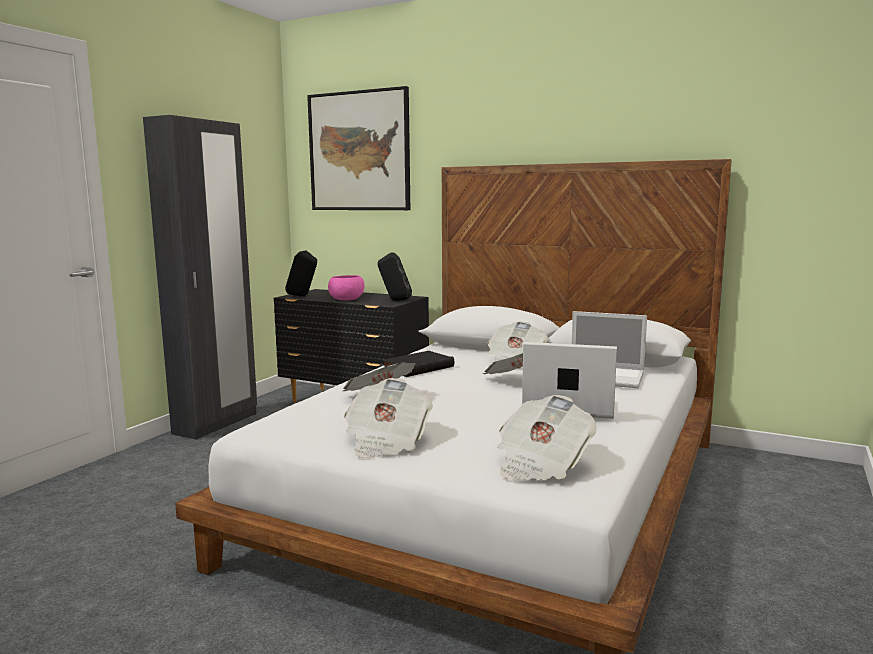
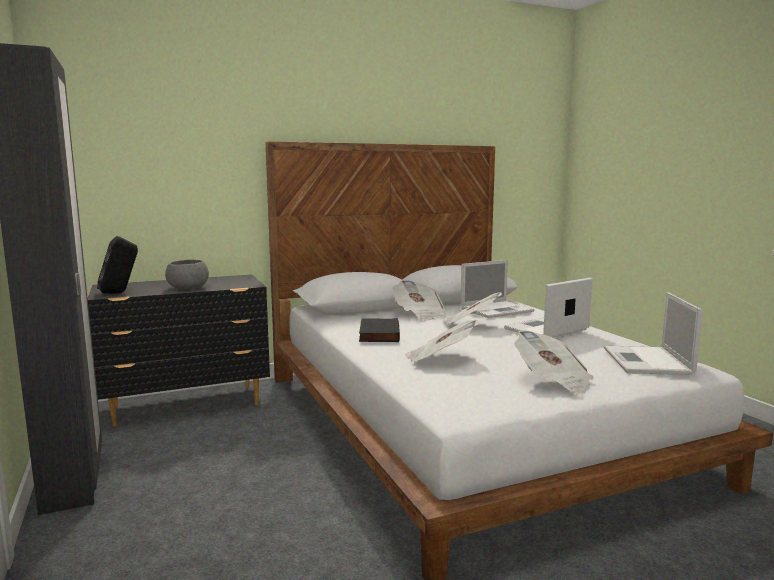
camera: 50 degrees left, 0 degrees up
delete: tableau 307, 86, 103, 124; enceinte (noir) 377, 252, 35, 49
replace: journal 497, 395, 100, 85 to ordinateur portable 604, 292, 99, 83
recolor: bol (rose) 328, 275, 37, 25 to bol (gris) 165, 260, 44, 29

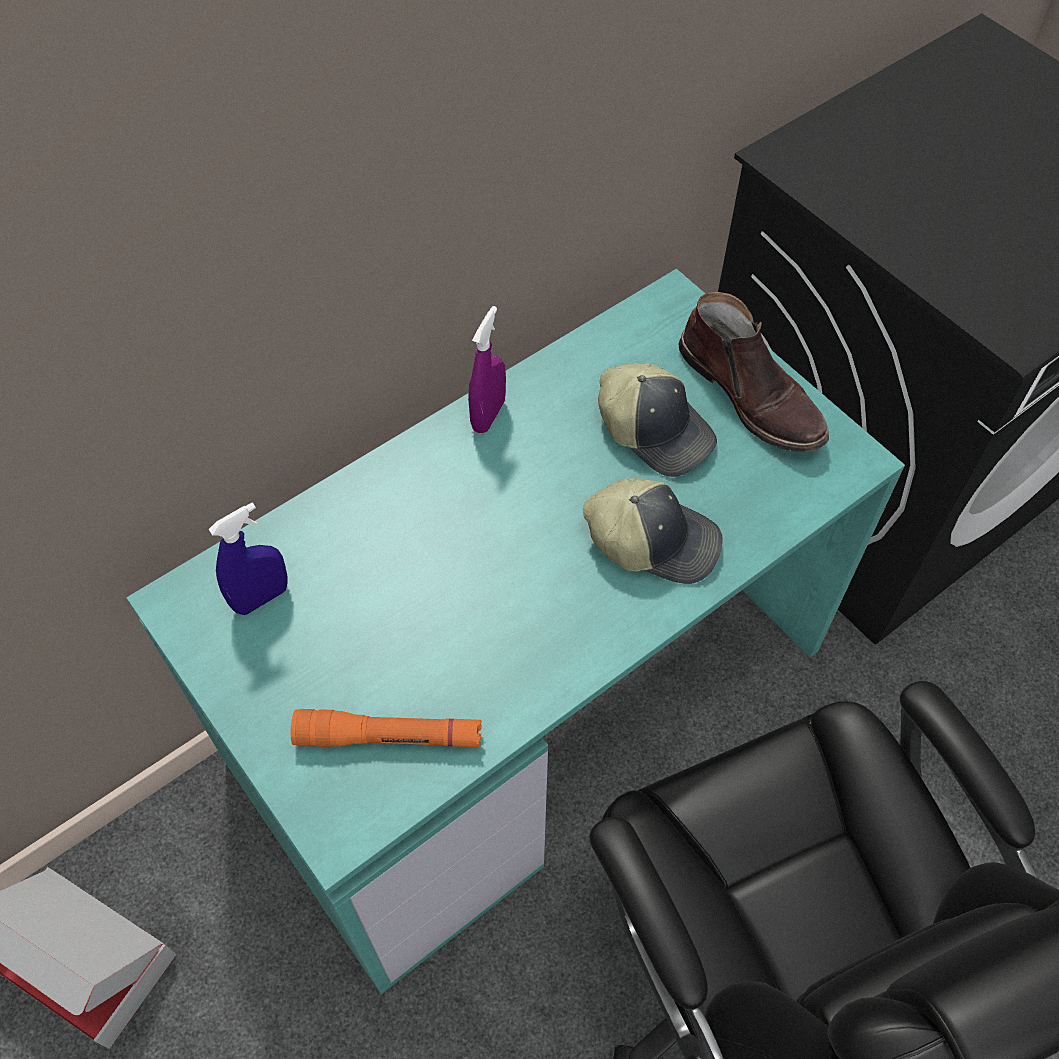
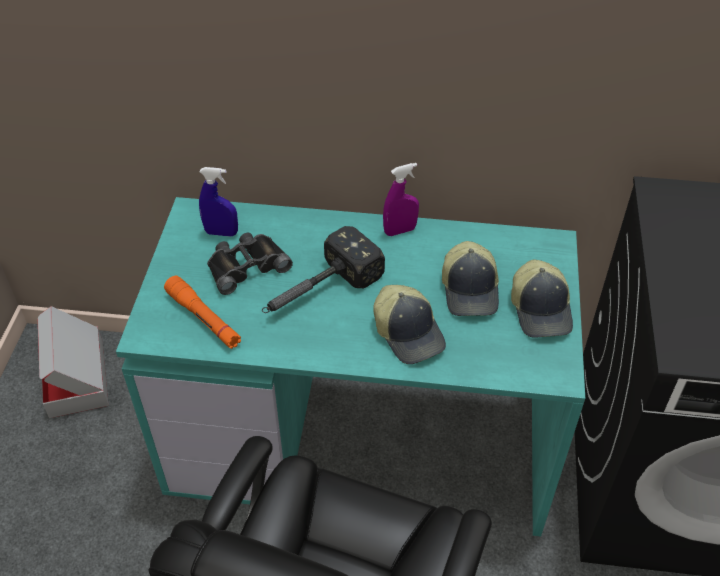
camera: 45 degrees right, 10 degrees down
insert: jumelles (noir) 207, 233, 86, 62; marteau 262, 226, 123, 87
replace: botte (marron) 679, 292, 150, 160 to casquette 511, 260, 62, 78

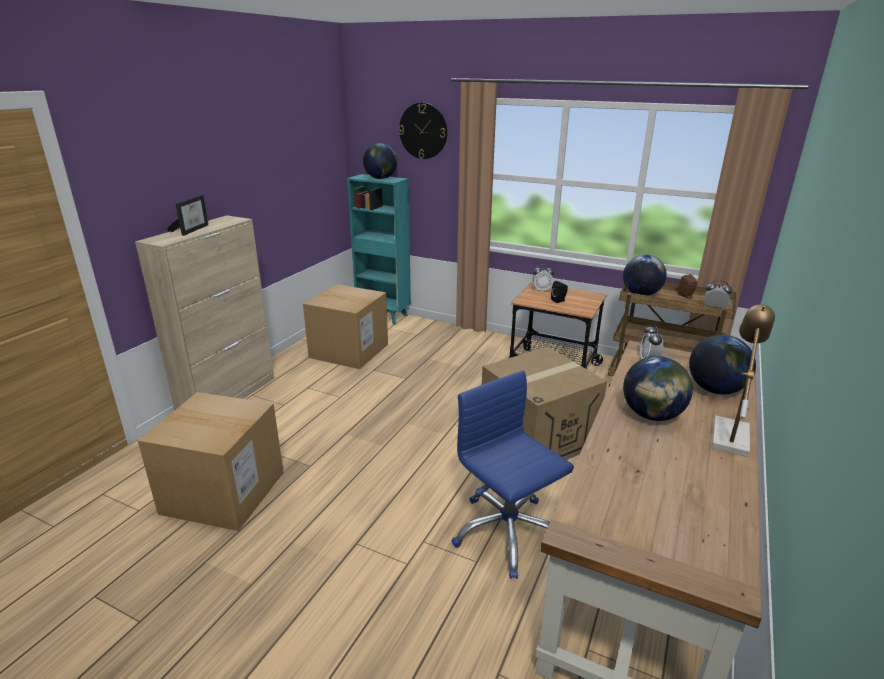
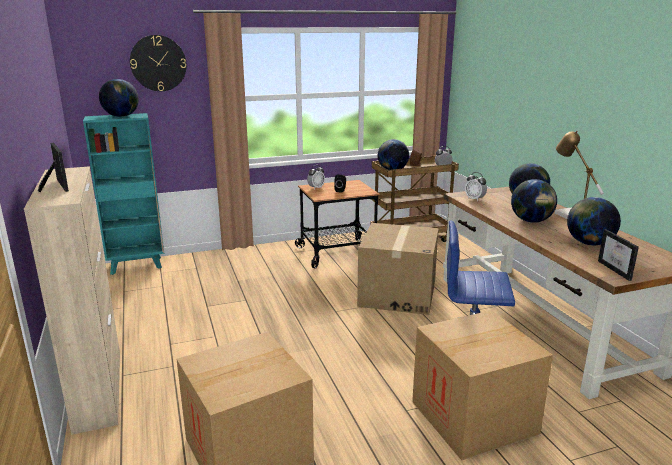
camera: 45 degrees left, 5 degrees down
insert: globe 567, 197, 54, 48; cadre photo 598, 229, 41, 52
move: carton 303, 284, 85, 85 to 412, 310, 141, 150

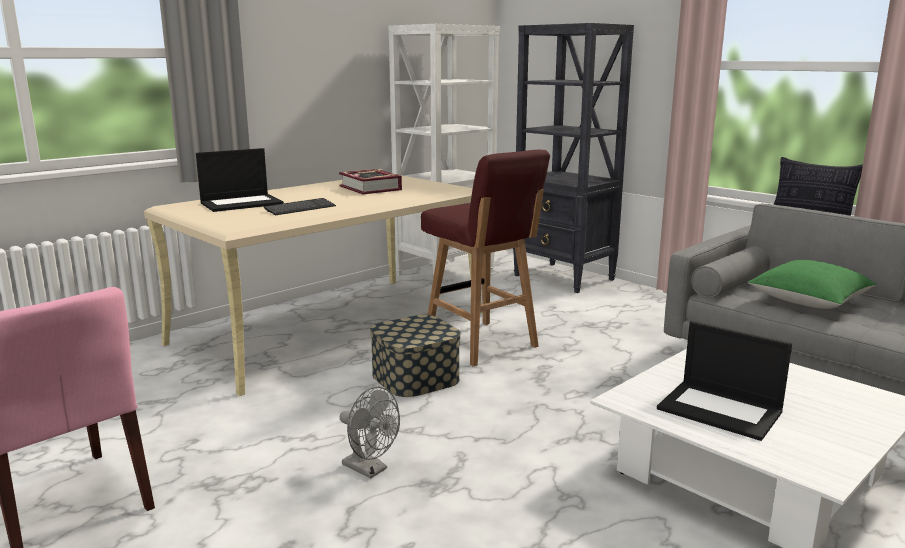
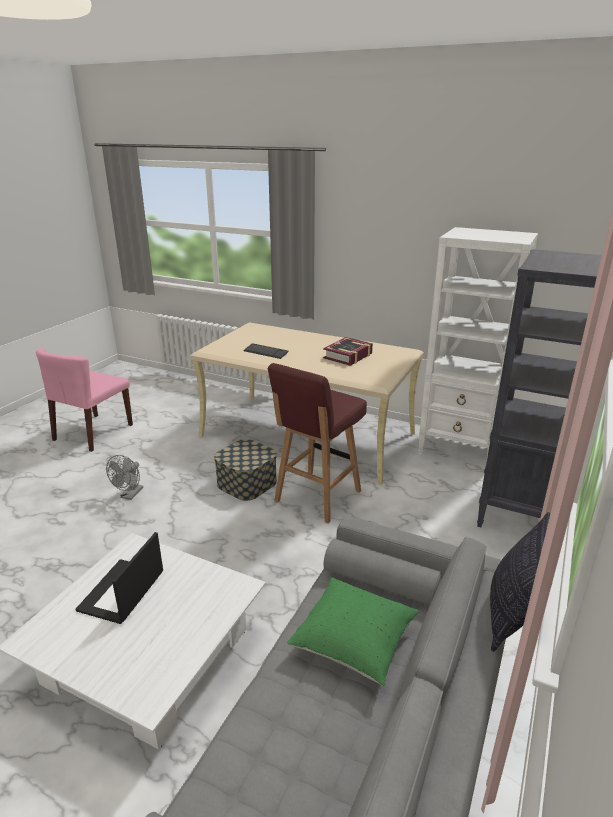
camera: 70 degrees right, 10 degrees up
delete: ordinateur portable 196, 148, 88, 64

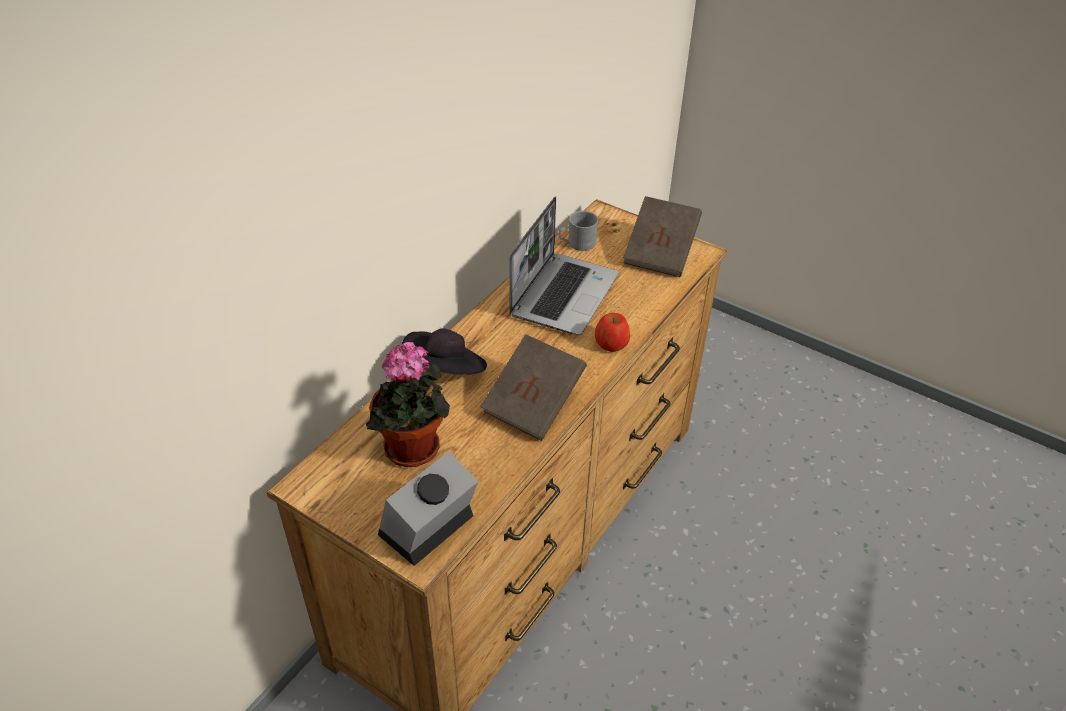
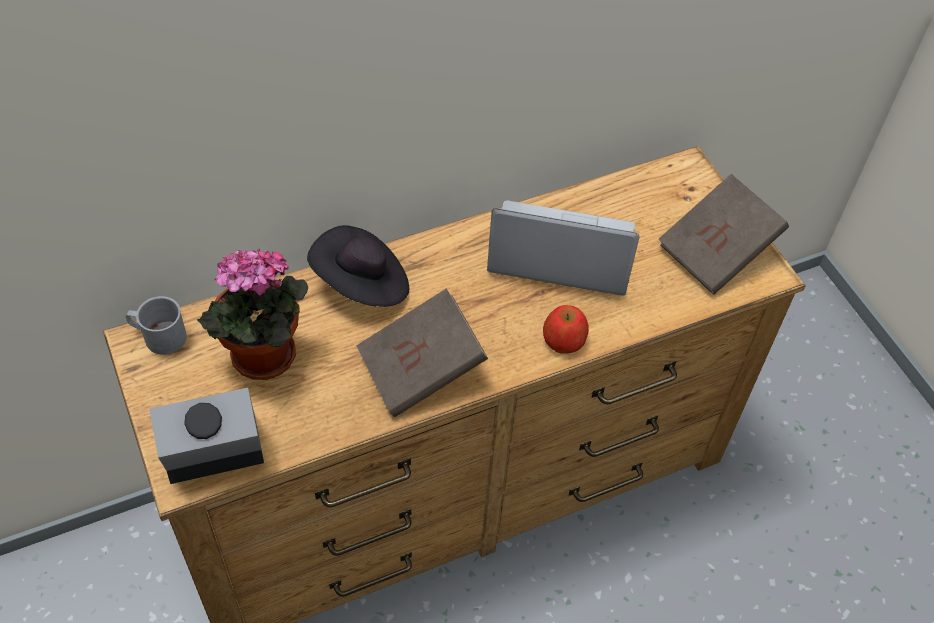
camera: 30 degrees right, 10 degrees up
move: mug (gris) 559, 211, 40, 40 to 126, 296, 61, 59
rotate: ordinateur portable 509, 197, 110, 138 = 487, 201, 152, 95 135 degrees counterclockwise

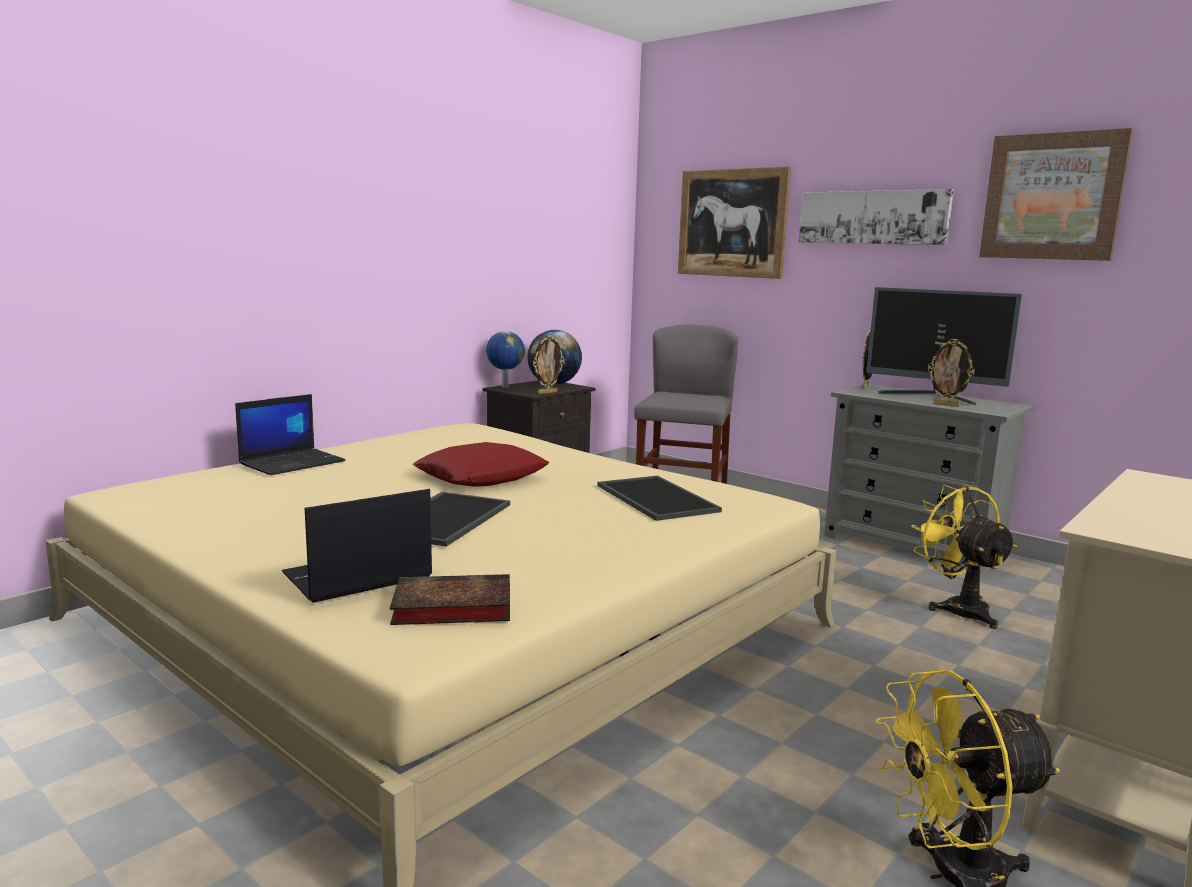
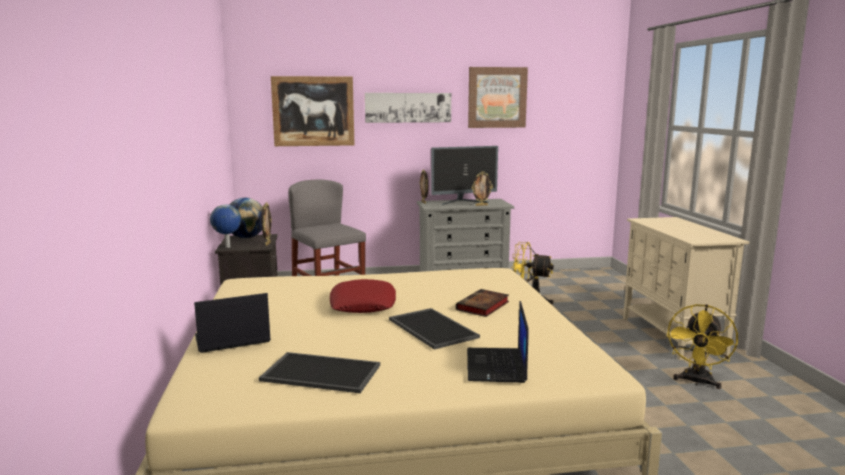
camera: 50 degrees left, 0 degrees up
move: plateau 597, 476, 125, 45 to 259, 352, 121, 41; livre 389, 574, 121, 51 to 456, 289, 53, 28
rotate: ordinateur portable 235, 394, 111, 81 = 194, 293, 77, 60 105 degrees counterclockwise

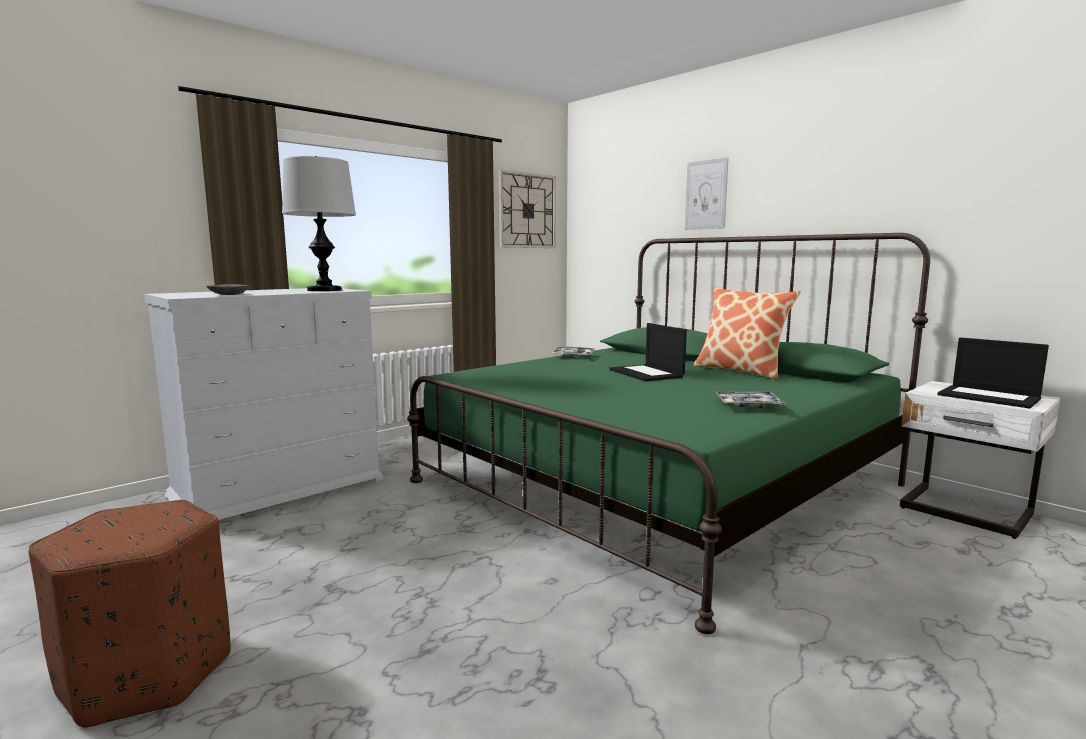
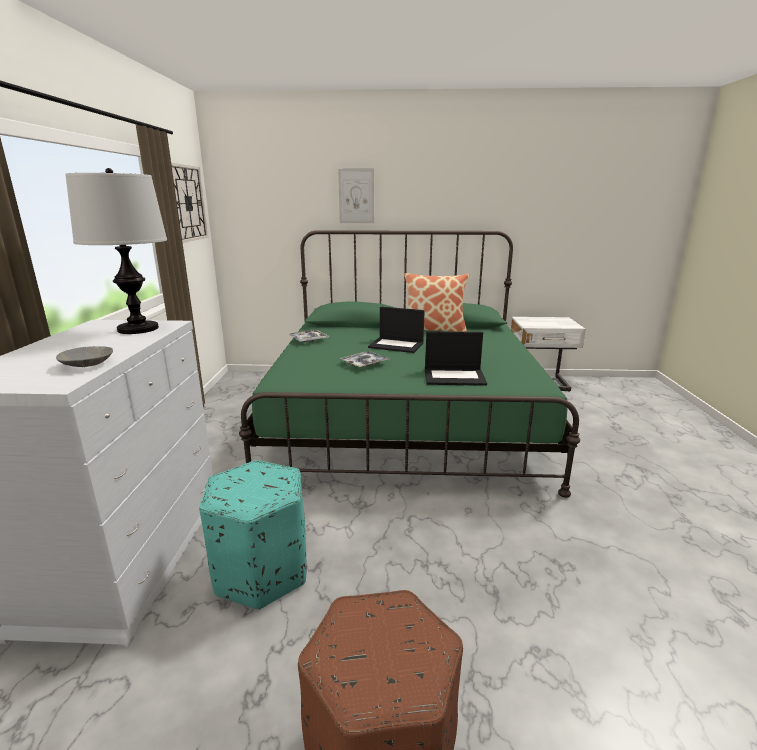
camera: 45 degrees left, 10 degrees up
insert: pouf (turquoise) 199, 460, 108, 150
move: plateau 716, 392, 70, 16 to 340, 351, 50, 17; ordinateur portable 937, 337, 112, 71 to 425, 331, 62, 55

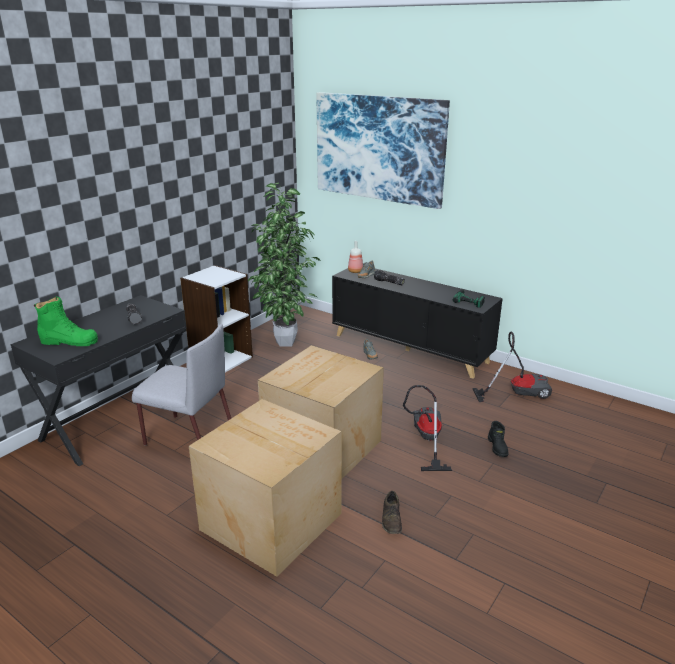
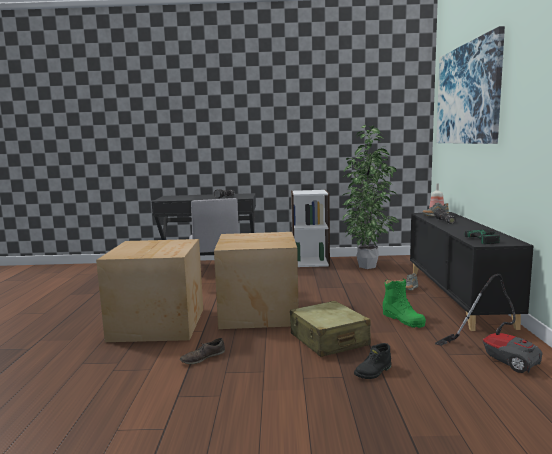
camera: 55 degrees right, 15 degrees down
move: botte (vert) 34, 297, 64, 49 to 383, 278, 43, 50
replace: aspirateur 403, 385, 49, 86 to valise (beige) 290, 301, 81, 56

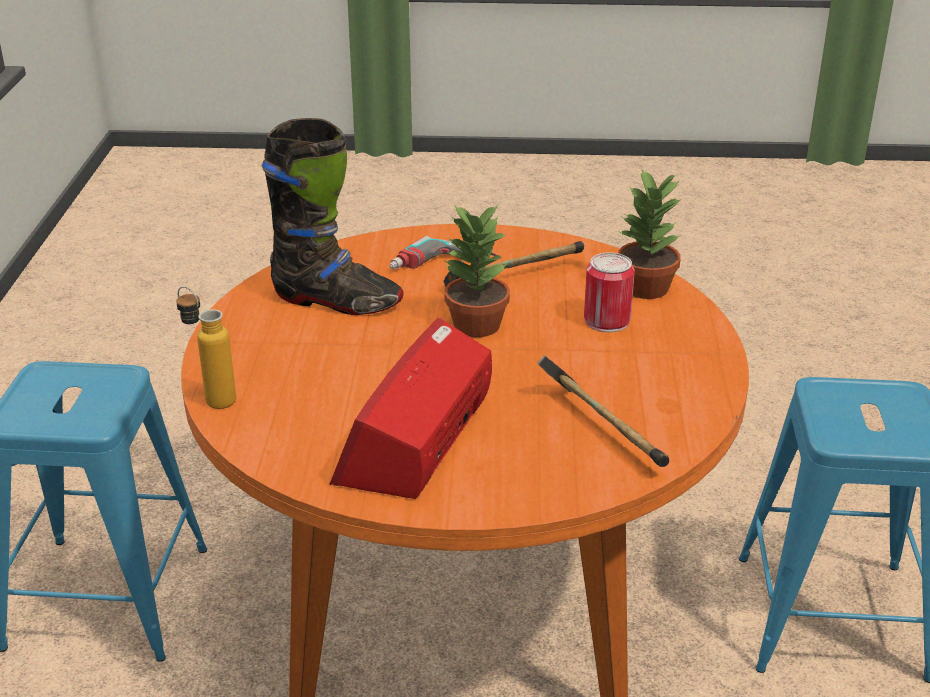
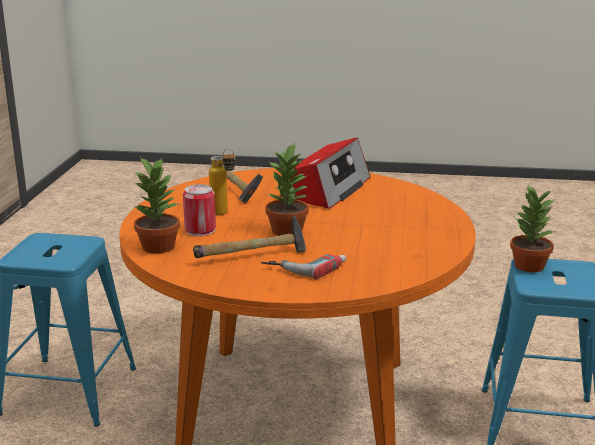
camera: 175 degrees left, 10 degrees down
delete: botte (noir) 262, 118, 142, 197
insert: plante en pot 510, 185, 45, 87
move: bouteille 176, 286, 60, 123 to 209, 148, 27, 67

